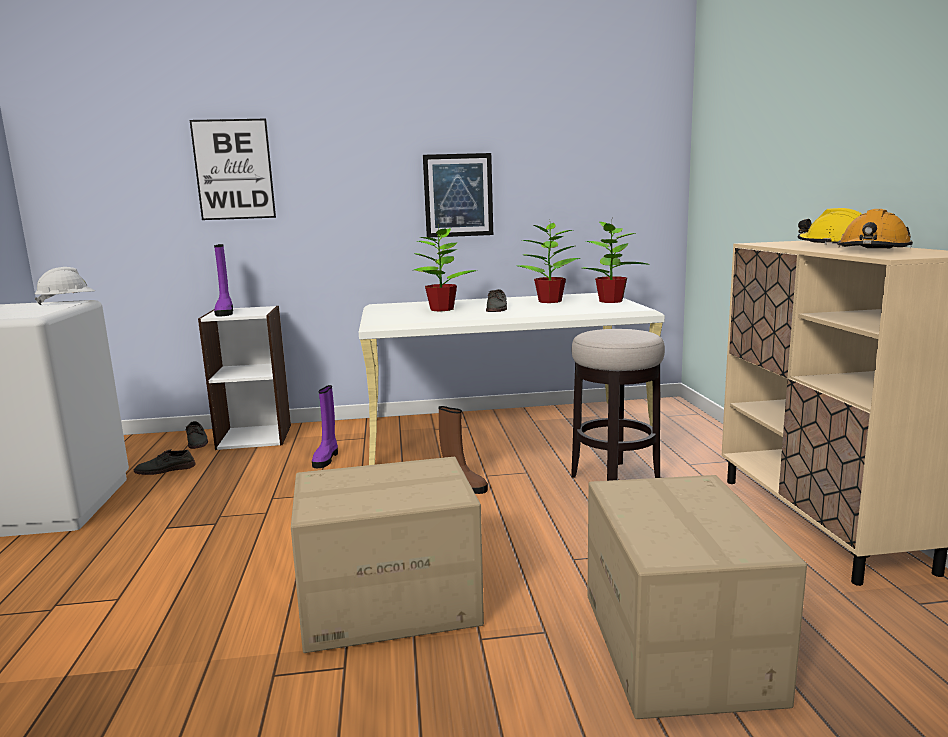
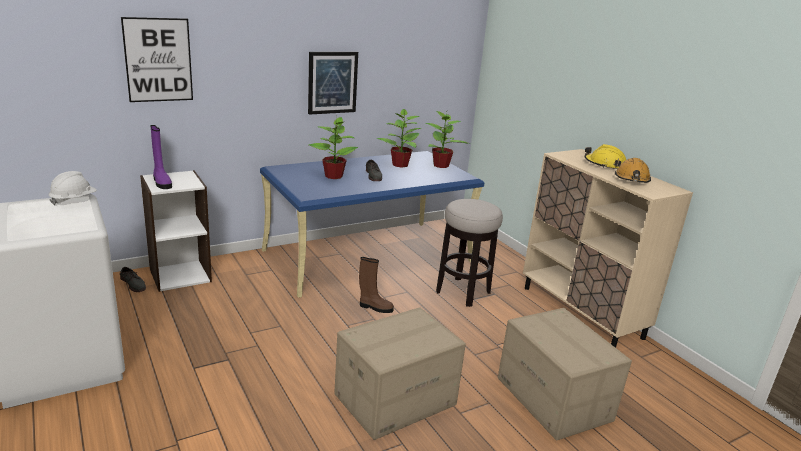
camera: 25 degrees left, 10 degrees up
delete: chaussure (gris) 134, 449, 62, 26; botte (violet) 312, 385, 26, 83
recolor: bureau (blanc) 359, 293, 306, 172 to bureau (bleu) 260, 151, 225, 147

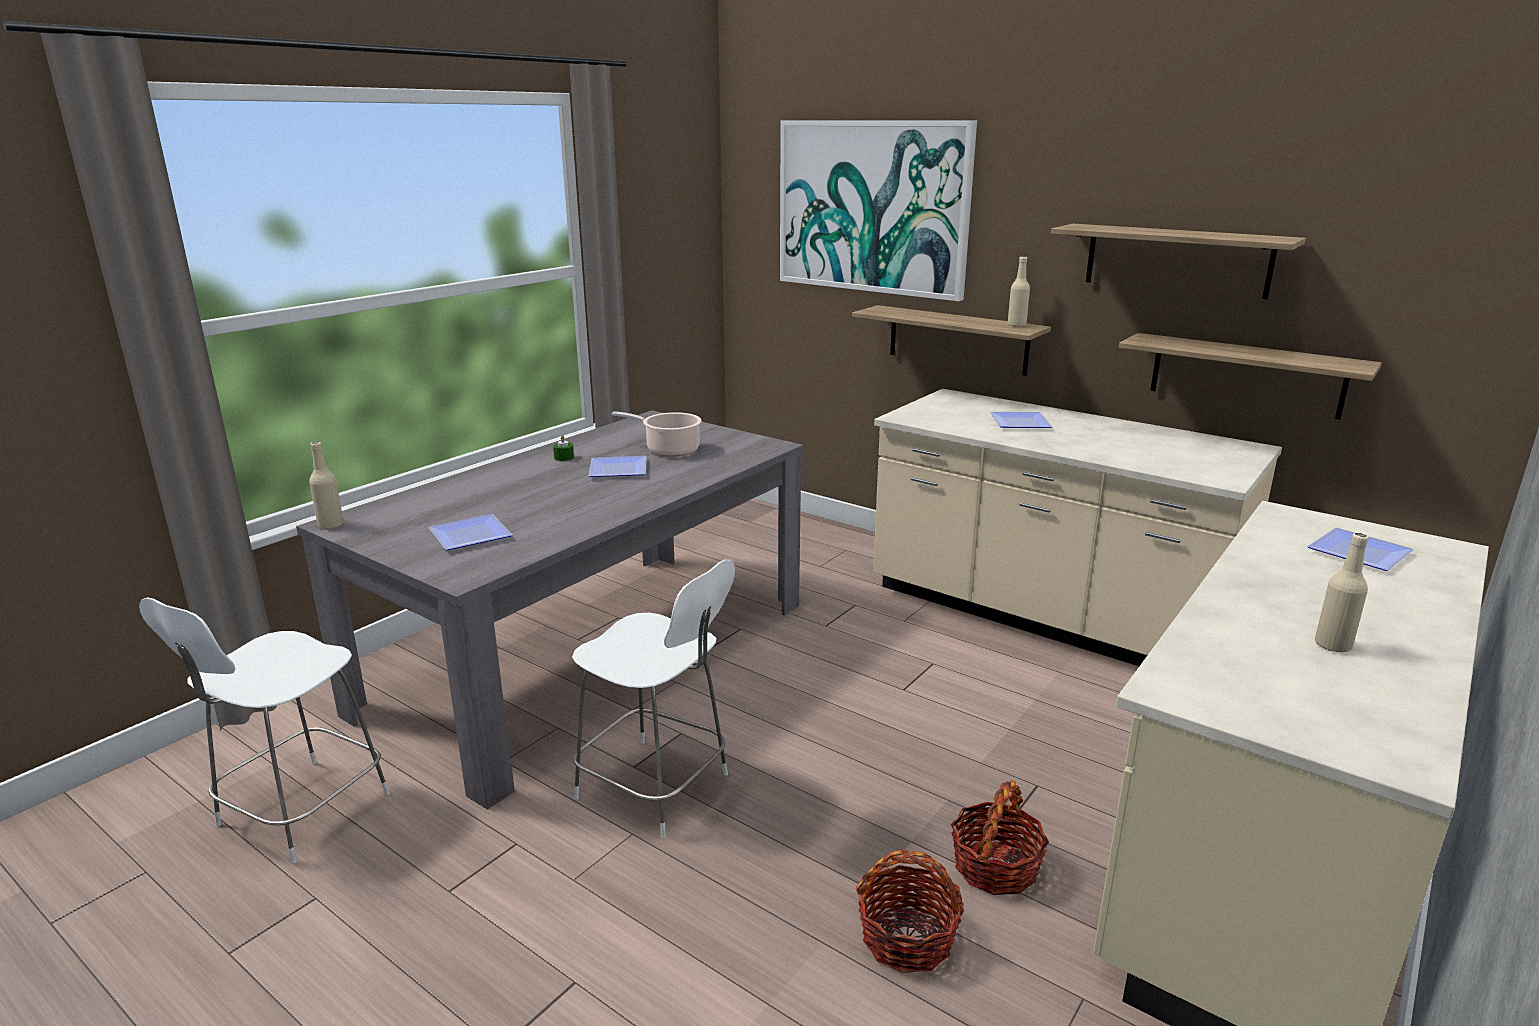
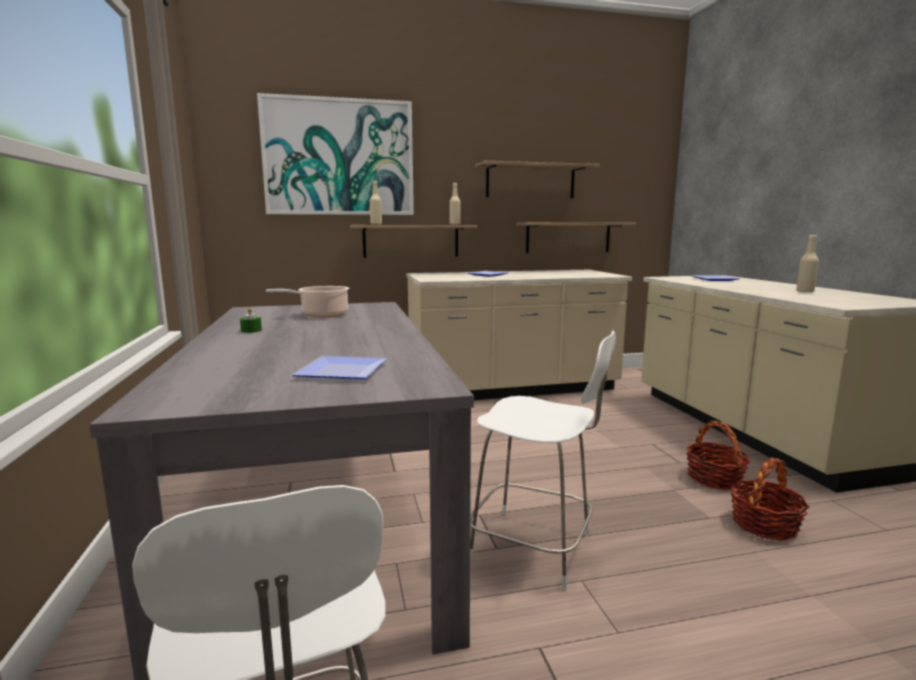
camera: 50 degrees left, 10 degrees down
delete: assiette 588, 456, 58, 21
move: bouteille (beige) 309, 441, 35, 88 to 370, 181, 12, 44
rotate: chaise (blanc) 572, 560, 163, 278 = 470, 331, 146, 259 45 degrees clockwise

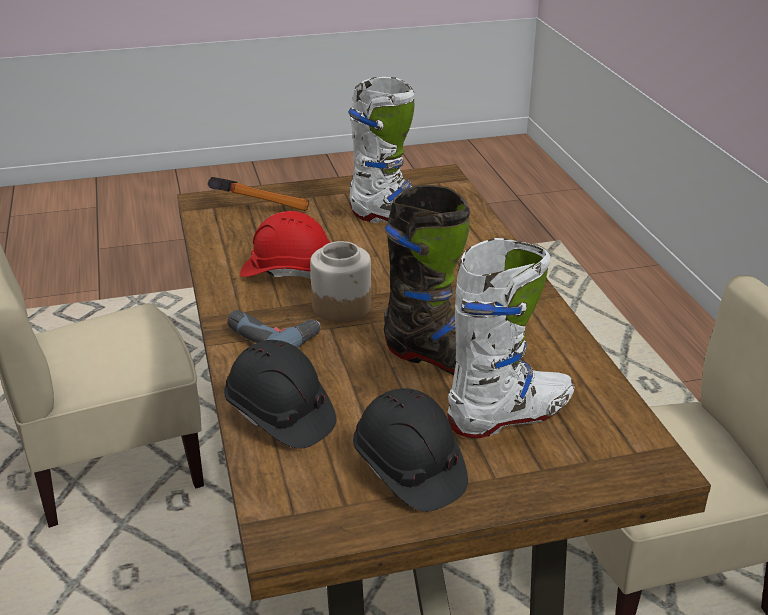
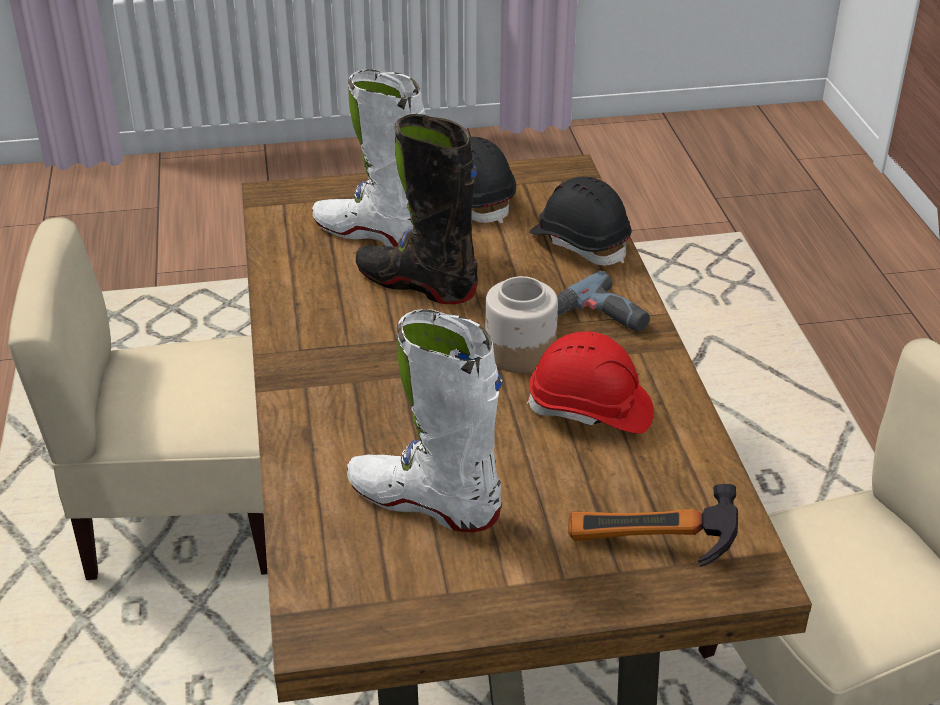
camera: 175 degrees left, 5 degrees up
rotate: botte (blanc) 447, 238, 127, 200 = 312, 69, 113, 178 45 degrees clockwise

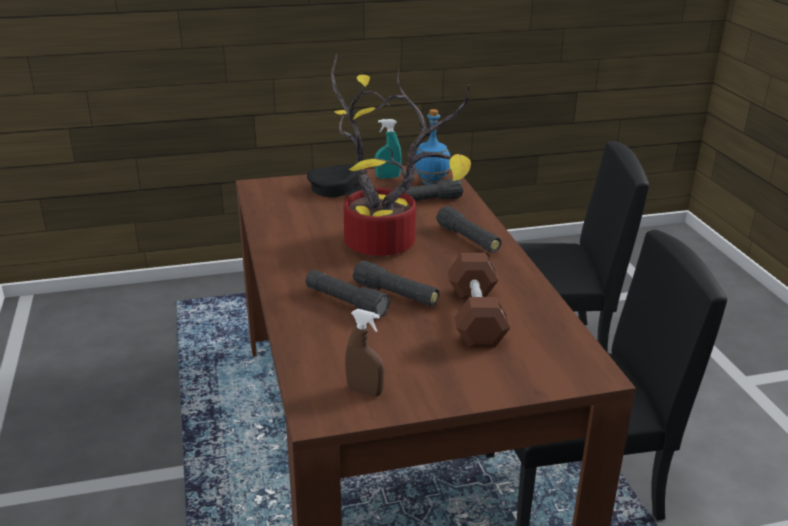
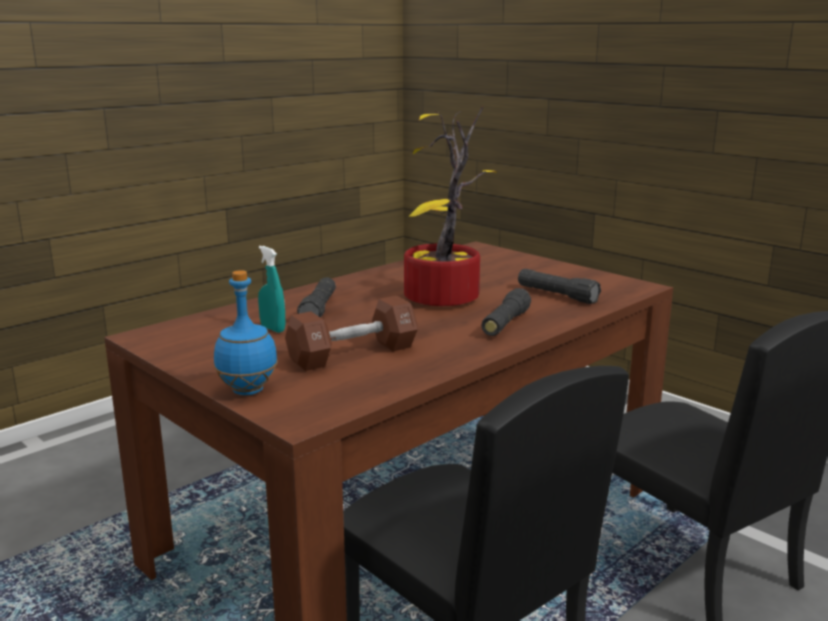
camera: 60 degrees right, 10 degrees down
delete: casquette (noir) 307, 163, 55, 35; vaporisateur (marron) 345, 309, 39, 87; lampe de poche (noir) 353, 261, 86, 45
move: bouteille (bleu) 415, 109, 35, 76 to 214, 270, 64, 125; vaporisateur (turquoise) 375, 119, 27, 60 to 258, 246, 27, 87

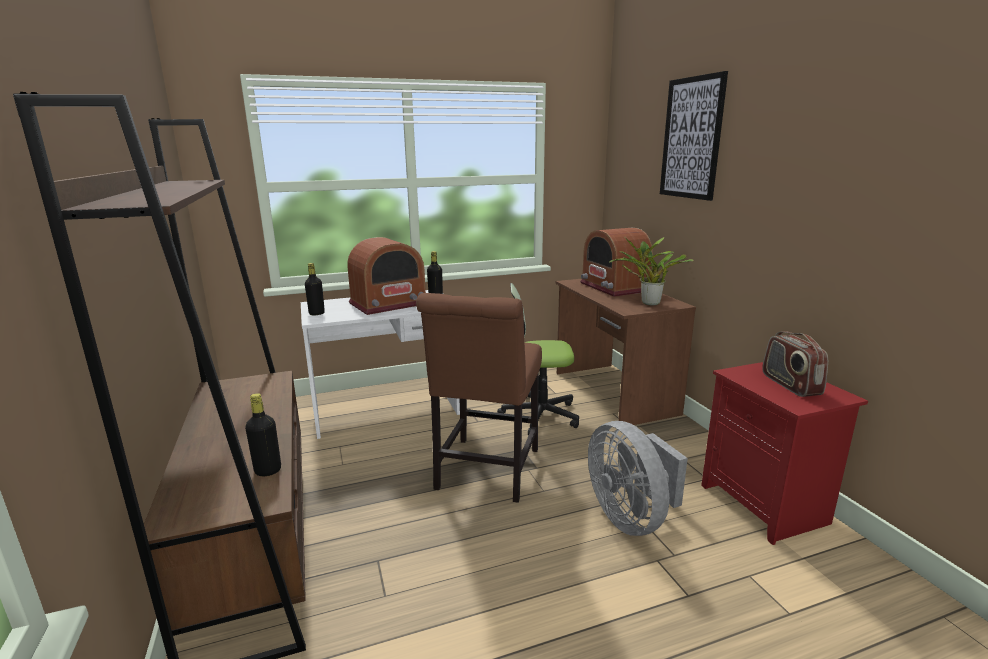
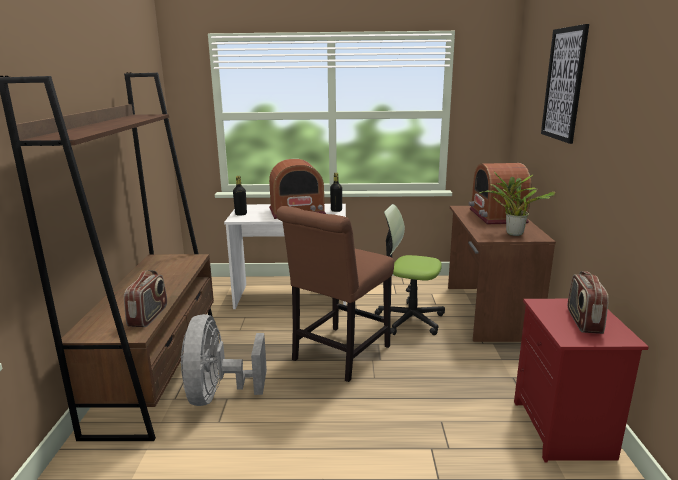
camera: 20 degrees right, 0 degrees up
move: ventilateur (gris) 588, 421, 100, 115 to 180, 314, 87, 92
replace: bouteille (noir) 245, 393, 36, 83 to radio 124, 270, 43, 57

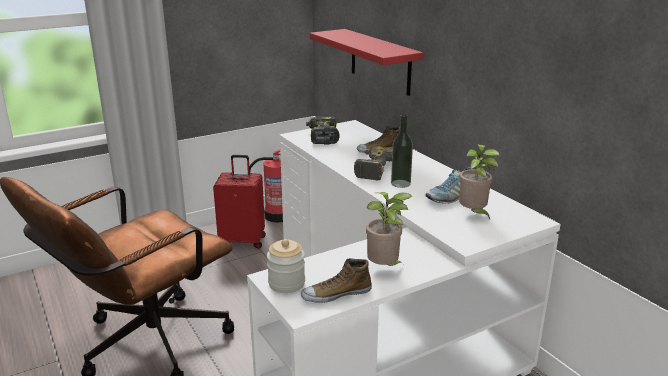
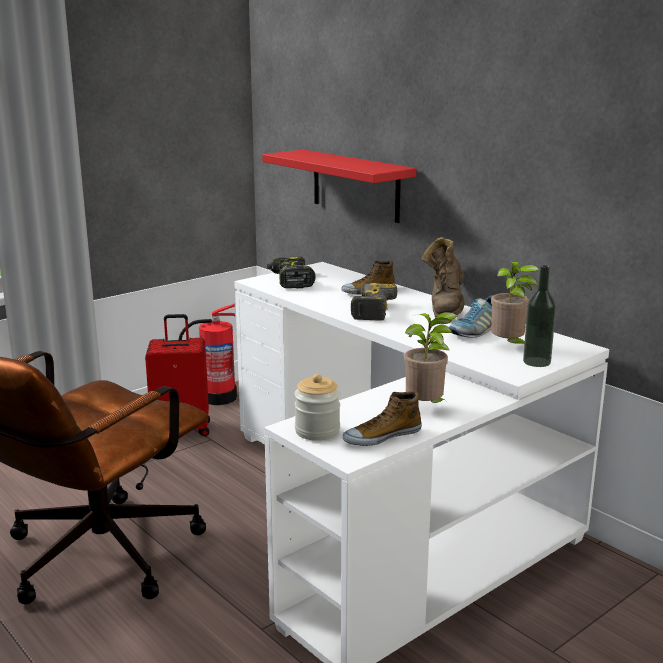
camera: 10 degrees left, 5 degrees down
insert: botte (marron) 421, 237, 44, 80
move: bouteille 391, 114, 22, 74 to 523, 265, 33, 102

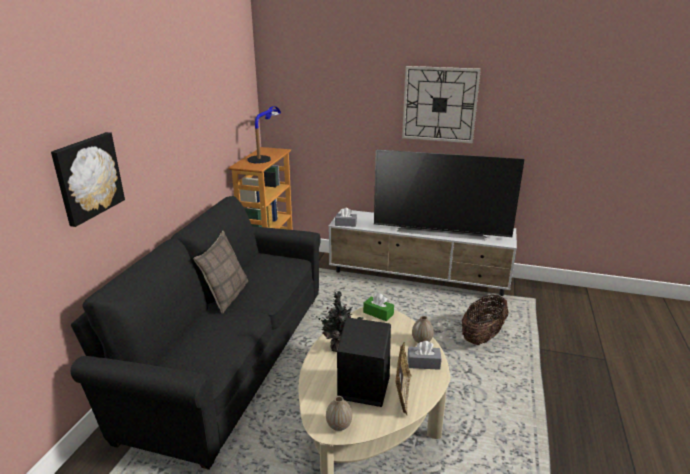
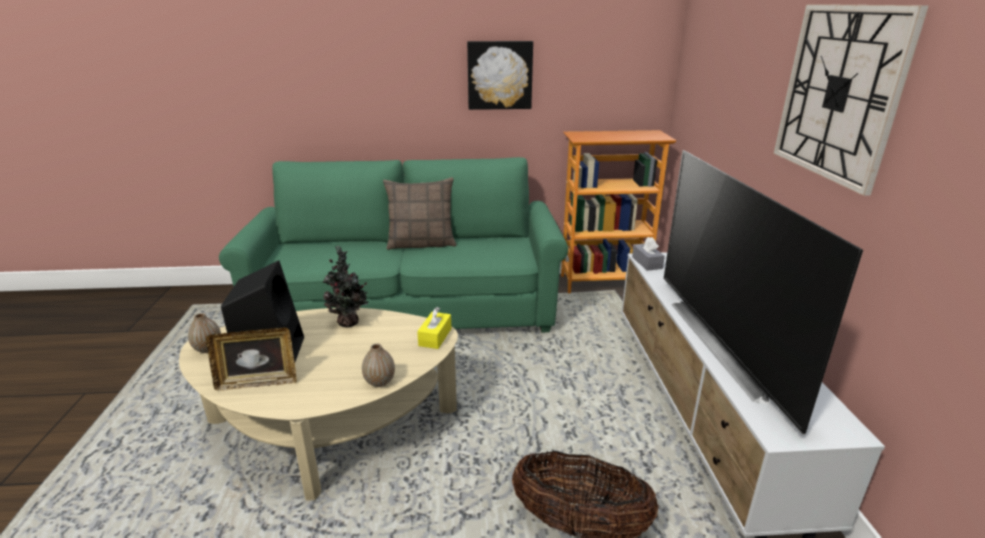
camera: 70 degrees right, 0 degrees up
delete: lampe de table 247, 106, 34, 57; boîte à mouchoirs (gris) 408, 341, 34, 29
move: tableau 51, 132, 74, 95 to 467, 41, 66, 69
recolor: canapé (noir) 71, 196, 250, 274 to canapé (vert) 219, 157, 349, 176; boîte à mouchoirs (vert) 363, 293, 31, 28 to boîte à mouchoirs (jaune) 417, 307, 35, 42

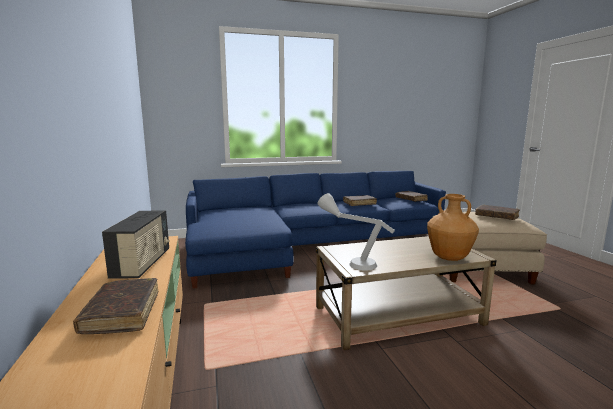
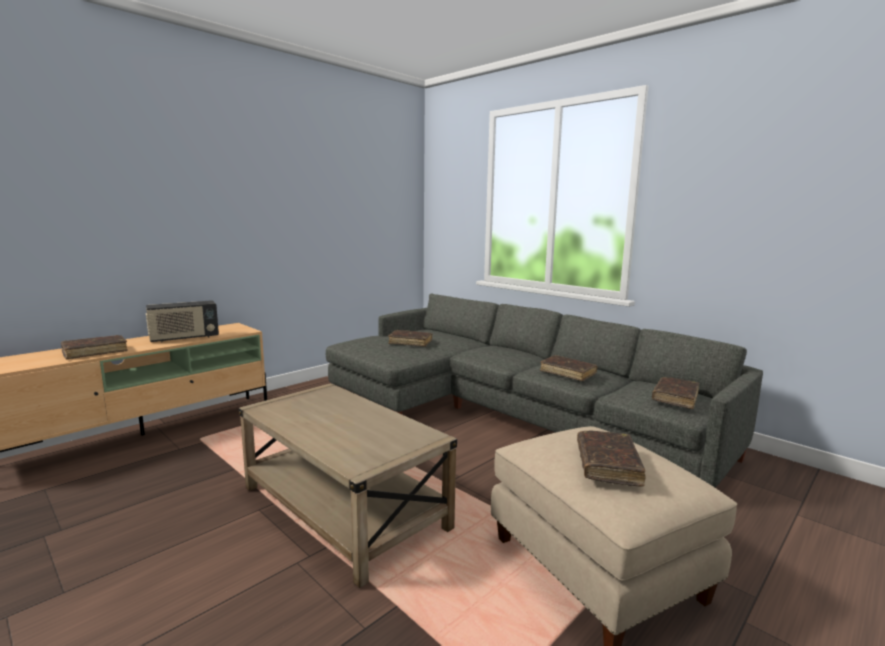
camera: 60 degrees right, 0 degrees up
delete: lampe de table (gris) 317, 193, 78, 78; vase (marron) 427, 194, 52, 67
insert: livre (marron) 388, 330, 44, 17
recolor: canapé (bleu) 185, 171, 261, 117 to canapé (gris) 326, 293, 437, 194

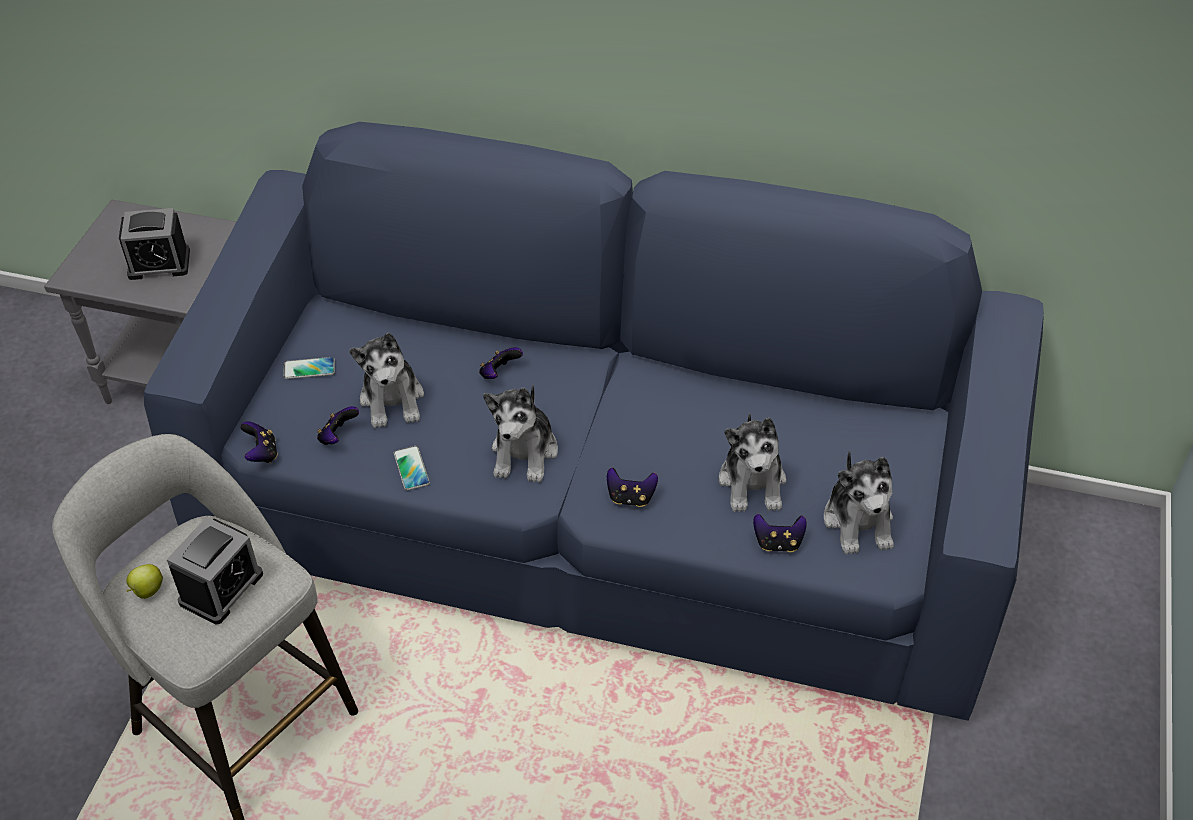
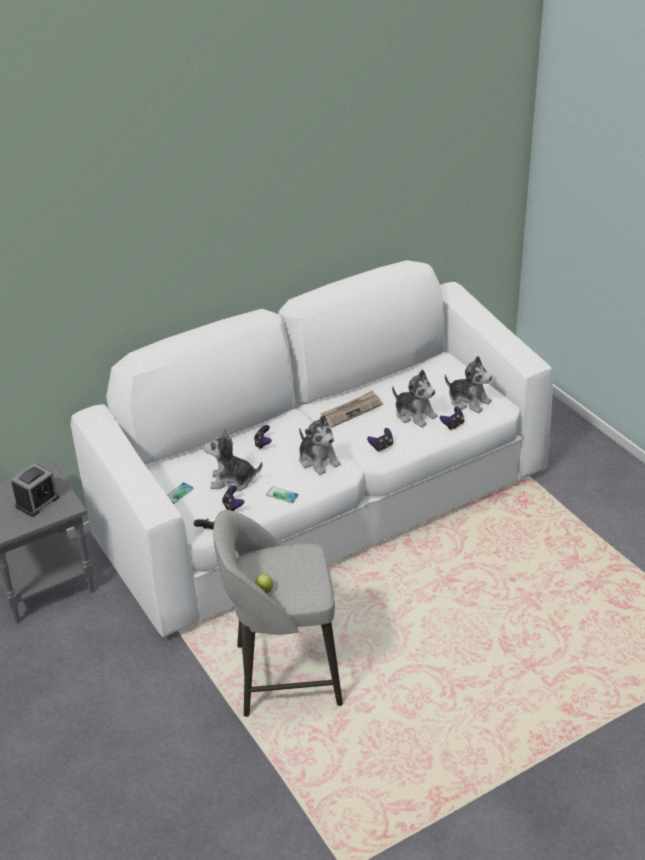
camera: 45 degrees left, 10 degrees down
delete: réveil 167, 517, 96, 107
insert: journal 320, 390, 63, 38
recolor: canapé (bleu) 144, 122, 900, 599 to canapé (blanc) 71, 260, 482, 377
rotate: peluche 349, 333, 75, 96 = 203, 429, 59, 63 150 degrees clockwise

